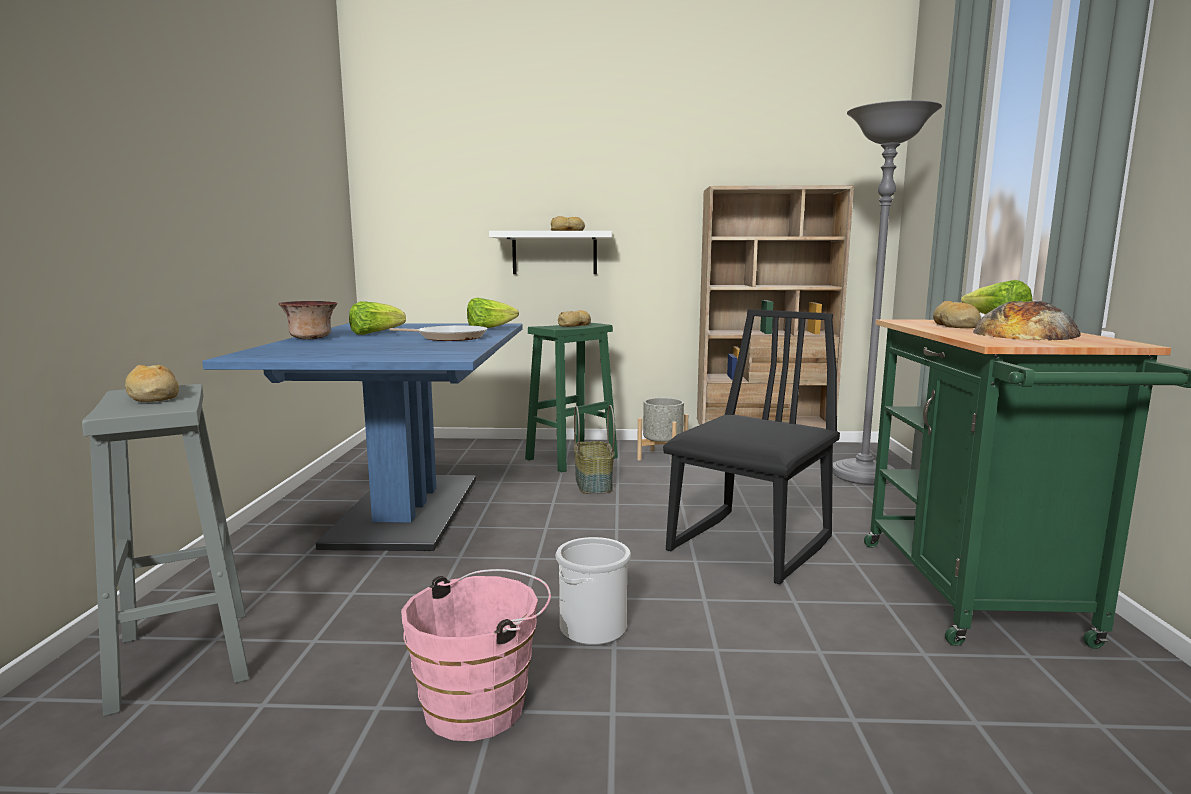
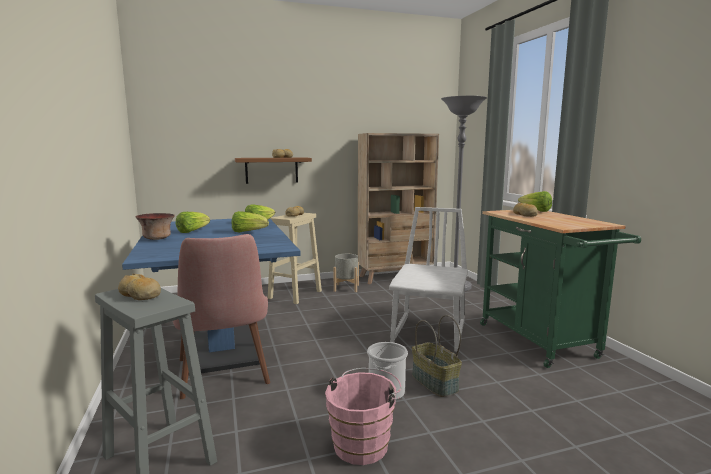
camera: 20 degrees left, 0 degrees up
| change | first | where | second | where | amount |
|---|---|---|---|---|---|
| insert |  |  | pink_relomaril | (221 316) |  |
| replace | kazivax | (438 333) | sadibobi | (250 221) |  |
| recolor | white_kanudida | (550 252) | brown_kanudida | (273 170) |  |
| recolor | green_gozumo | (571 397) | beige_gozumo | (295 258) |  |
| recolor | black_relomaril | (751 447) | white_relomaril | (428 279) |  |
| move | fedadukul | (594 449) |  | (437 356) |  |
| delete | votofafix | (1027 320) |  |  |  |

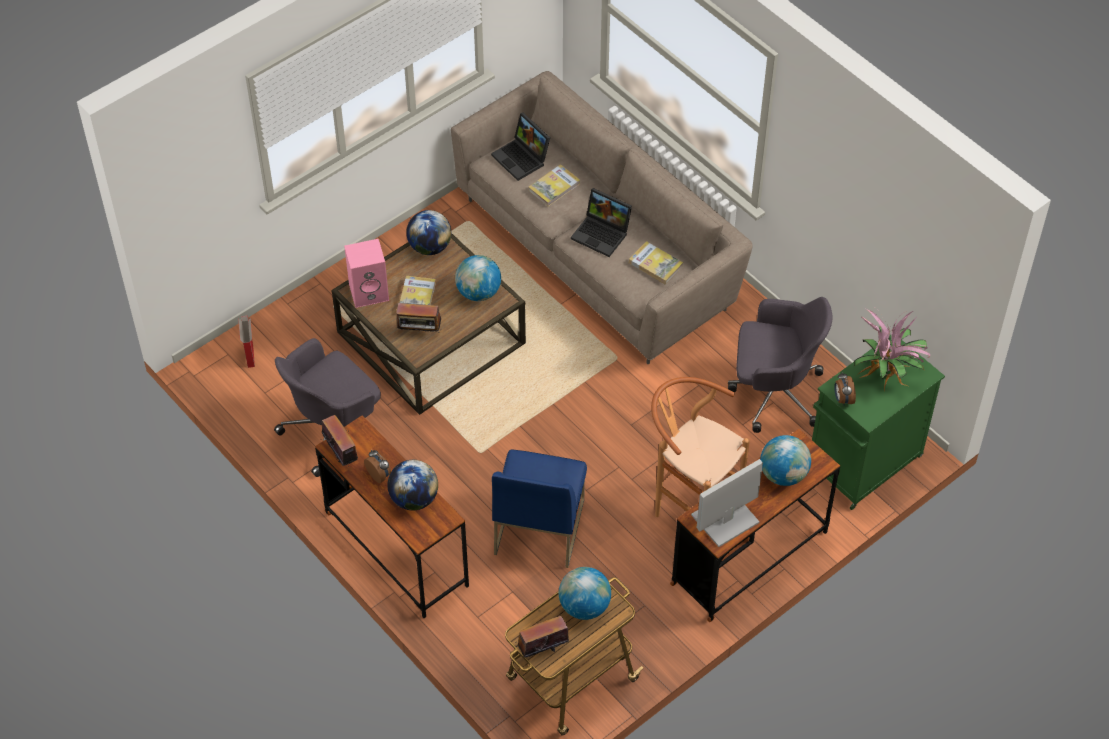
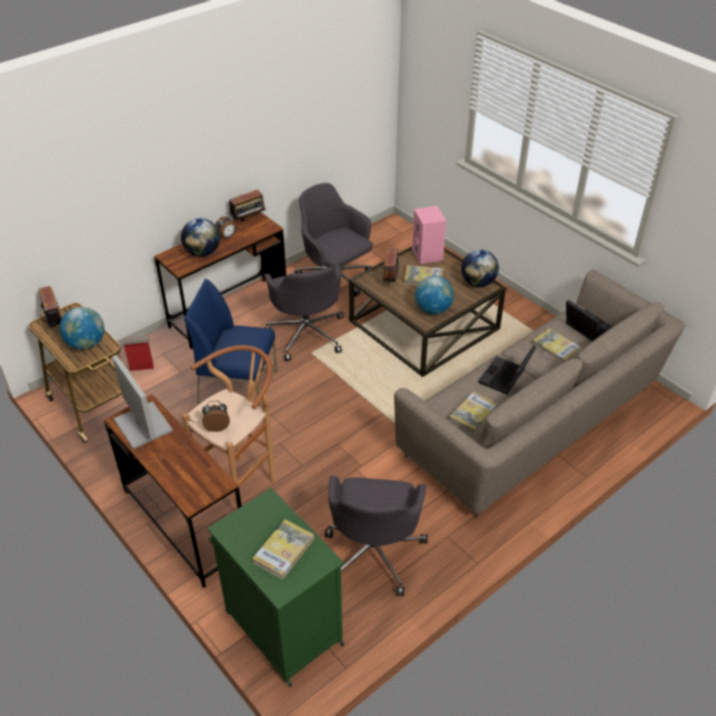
camera: 90 degrees right, 10 degrees down
| change | first | where | second | where | amount |
|---|---|---|---|---|---|
| move | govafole | (247 342) |  | (137 353) |  |
| move | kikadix | (845 388) |  | (216 416) |  |
| replace | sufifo | (892 349) | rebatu | (283 549) |  |
| insert |  |  | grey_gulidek | (304 311) |  |
| rotate | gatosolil | (520 147) |  | (589 320) | 90 degrees clockwise |
| delete | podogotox | (785 460) |  |  |  |

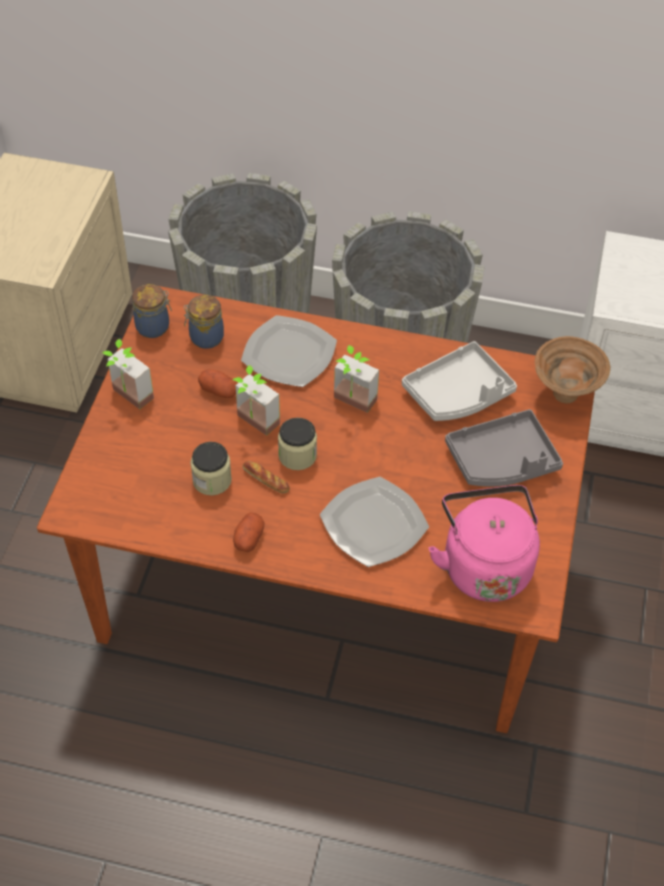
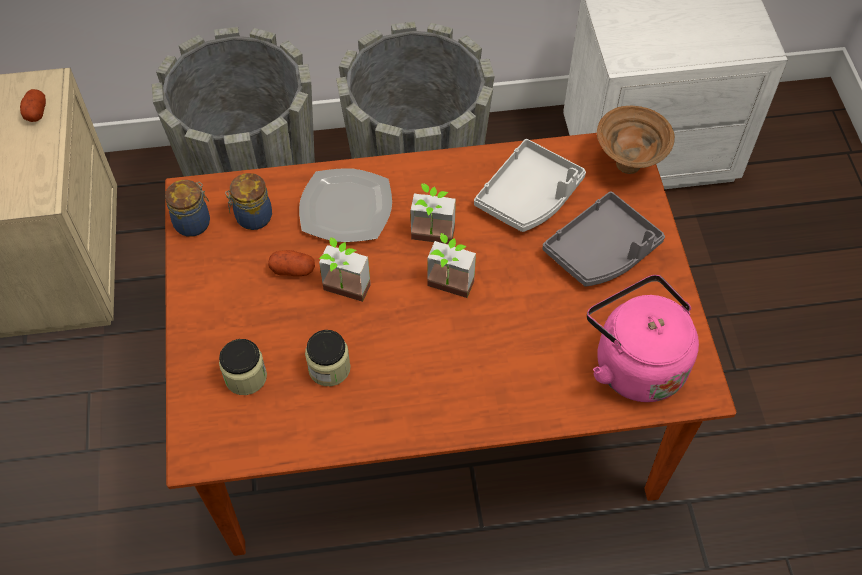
camera: 20 degrees left, 5 degrees up
| change | first | where | second | where | amount |
|---|---|---|---|---|---|
| move | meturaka | (249 532) |  | (33 105) |  |
| move | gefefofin | (297 444) |  | (243 367) |  |
| move | sufifo | (128 374) |  | (451 265) |  |
| delete | votofafix | (266 477) |  |  |  |
| delete | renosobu | (374 522) |  |  |  |

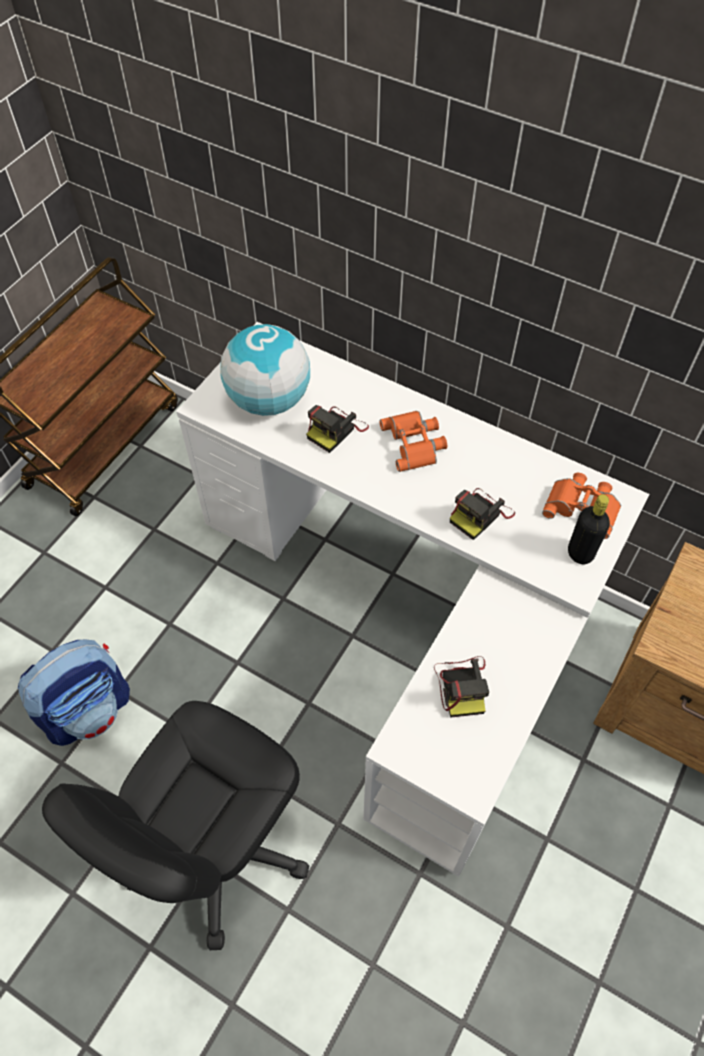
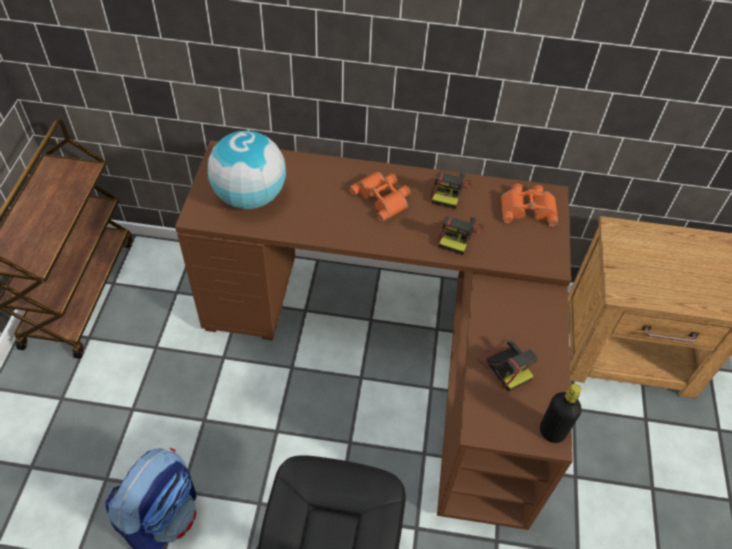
camera: 25 degrees left, 5 degrees down
| change | first | where | second | where | amount |
|---|---|---|---|---|---|
| recolor | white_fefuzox | (412 599) | brown_fefuzox | (374 335) |  |
| move | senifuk | (337 429) |  | (451 190) |  |
| move | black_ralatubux | (589 529) |  | (560 413) |  |

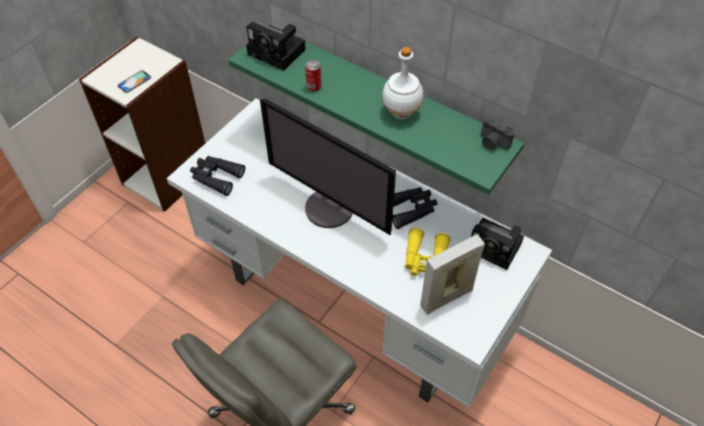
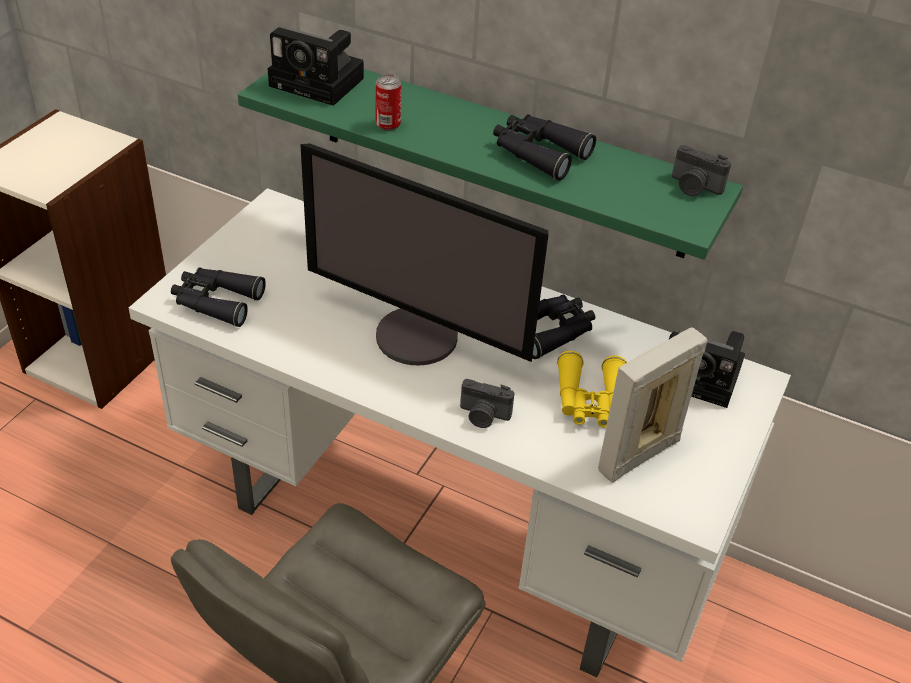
camera: 10 degrees left, 10 degrees down
| change | first | where | second | where | amount |
|---|---|---|---|---|---|
| insert |  |  | senifuk | (487 403) |  |
| replace | white_ralatubux | (402 83) | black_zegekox | (544 147) |  |
| delete | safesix | (134 81) |  |  |  |

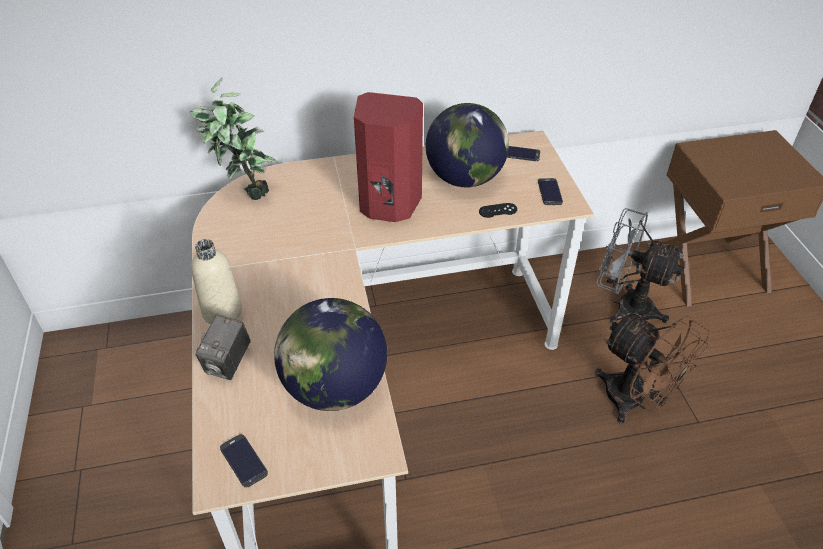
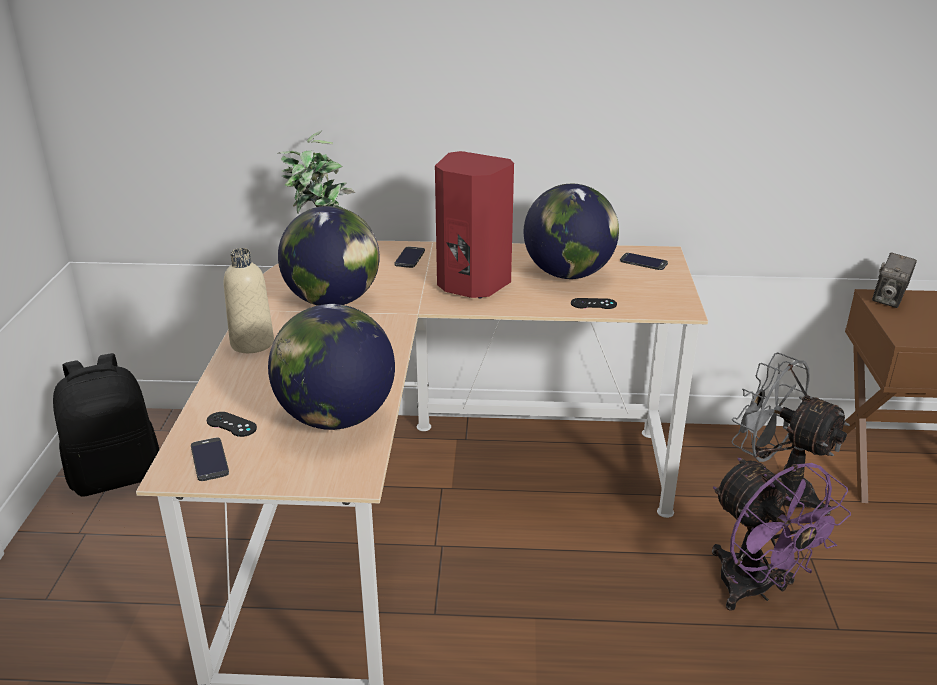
camera: 15 degrees right, 15 degrees down
| change | first | where | second | where | amount |
|---|---|---|---|---|---|
| insert |  |  | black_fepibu | (106 425) |  |
| insert |  |  | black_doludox | (232 424) |  |
| insert |  |  | podogotox | (329 256) |  |
| move | safesix | (550 191) |  | (409 257) |  |
| recolor | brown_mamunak | (653 369) | purple_mamunak | (781 534) |  |
| move | senifuk | (223 347) |  | (894 280) |  |

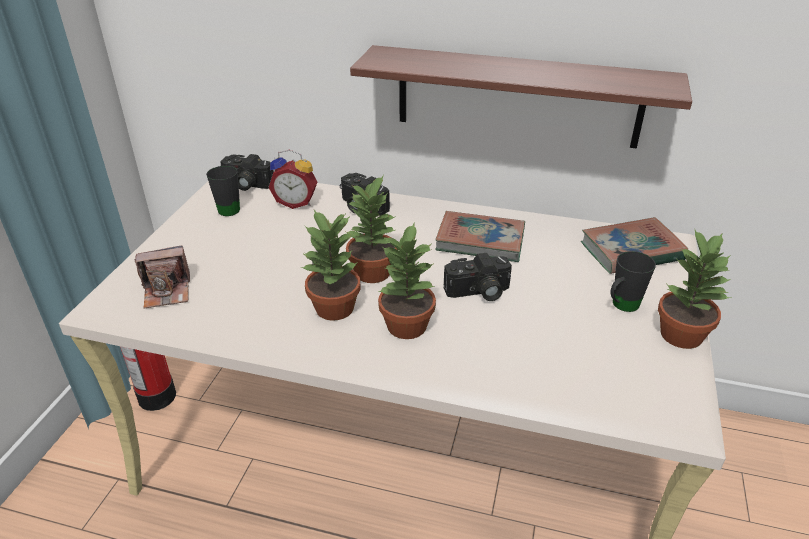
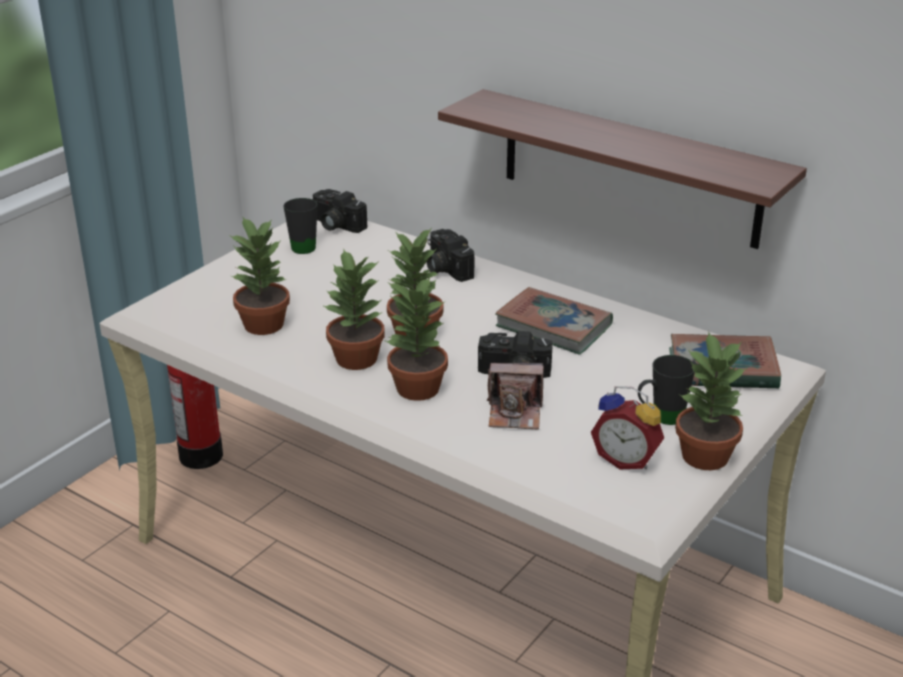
camera: 20 degrees right, 5 degrees down
| change | first | where | second | where | amount |
|---|---|---|---|---|---|
| insert |  |  | sufifo | (259 276) |  |
| move | senifuk | (162 277) |  | (515 396) |  |
| move | kikadix | (293 179) |  | (627 427) |  |

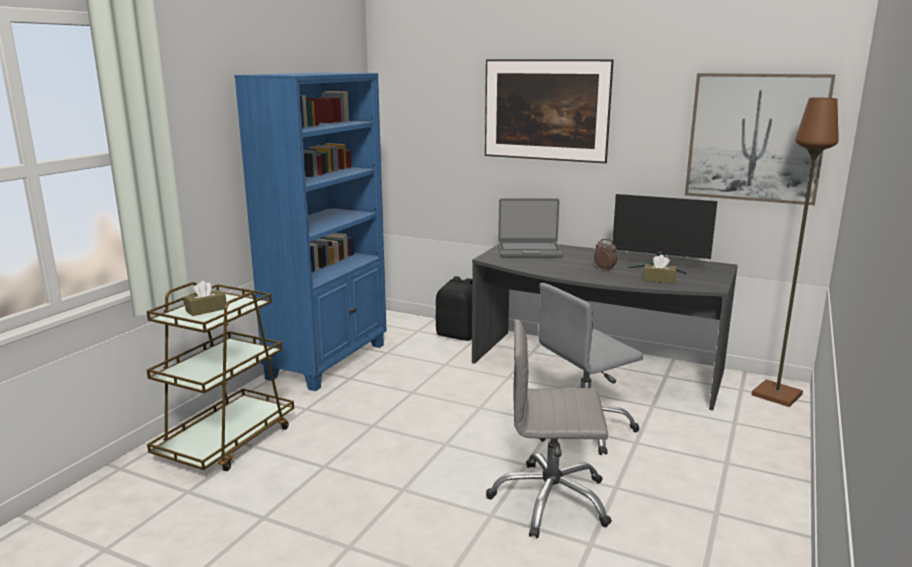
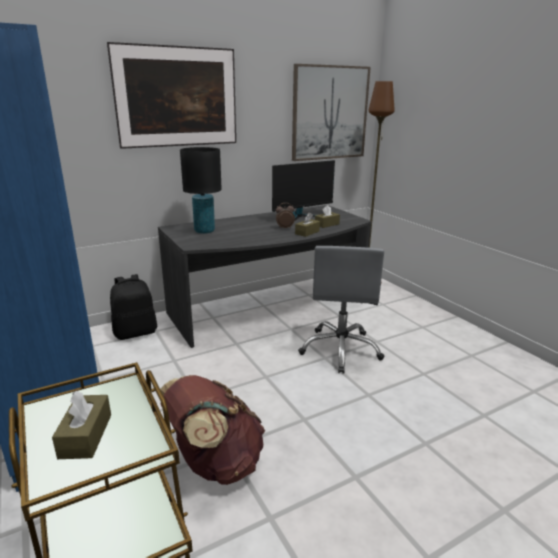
camera: 55 degrees left, 5 degrees up
| change | first | where | second | where | amount |
|---|---|---|---|---|---|
| insert |  |  | brown_fepibu | (212 430) |  |
| replace | gatosolil | (530 228) | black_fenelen | (201 190) |  |
| insert |  |  | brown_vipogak | (307 225) |  |
| delete | grey_gulidek | (549 428) |  |  |  |

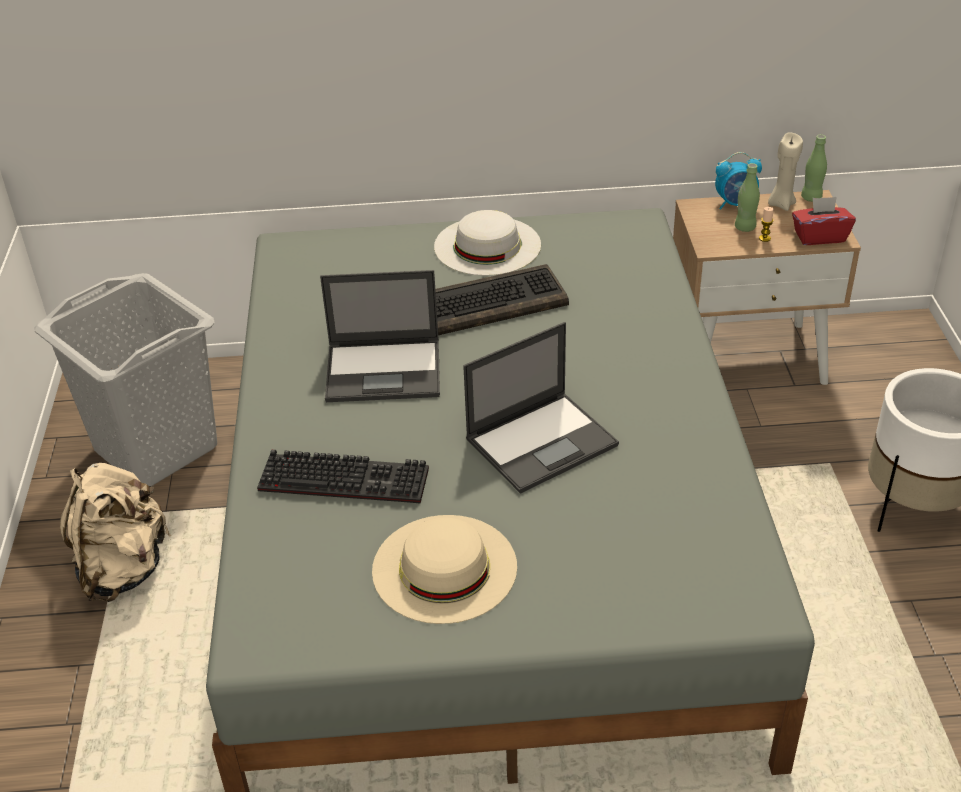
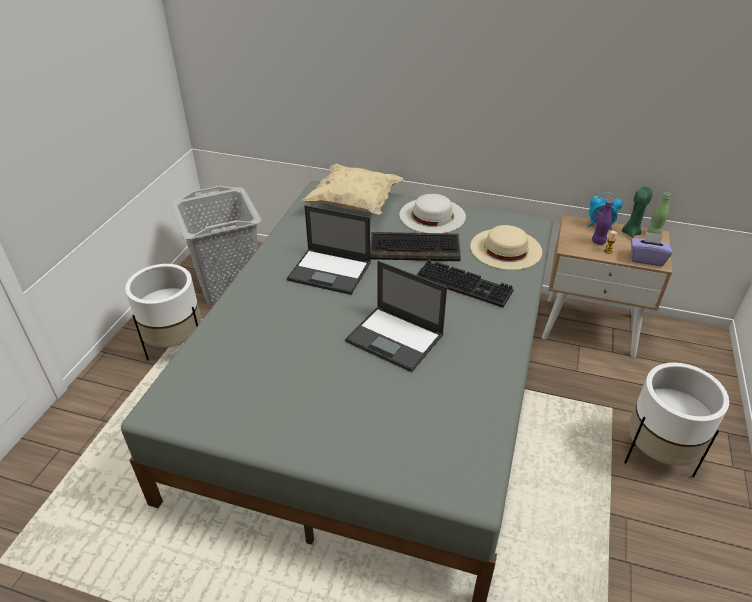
camera: 20 degrees right, 0 degrees up
| change | first | where | second | where | amount |
|---|---|---|---|---|---|
| replace | beige_fepibu | (116 532) | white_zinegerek | (163 312) |  |
| insert |  |  | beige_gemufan | (353 189) |  |
| rotate | gatosolil | (541 408) |  | (396 316) | 45 degrees clockwise |
| move | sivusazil | (343 476) |  | (465 283) |  |
| move | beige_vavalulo | (444 569) |  | (506 247) |  |
| recolor | green_ralatubux | (747 197) | purple_ralatubux | (602 222) |  |
| recolor | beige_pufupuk | (785 171) | green_pufupuk | (637 212) |  |
| recolor | red_vipogak | (824 221) | purple_vipogak | (652 249) |  |

